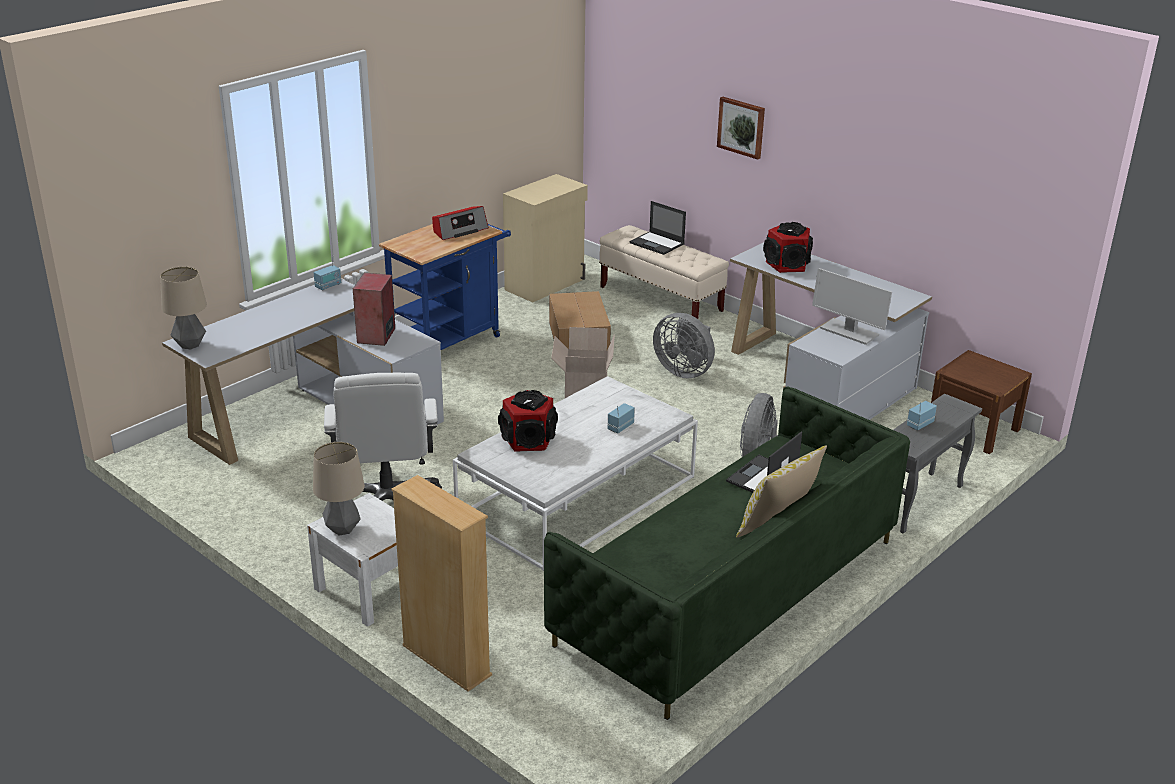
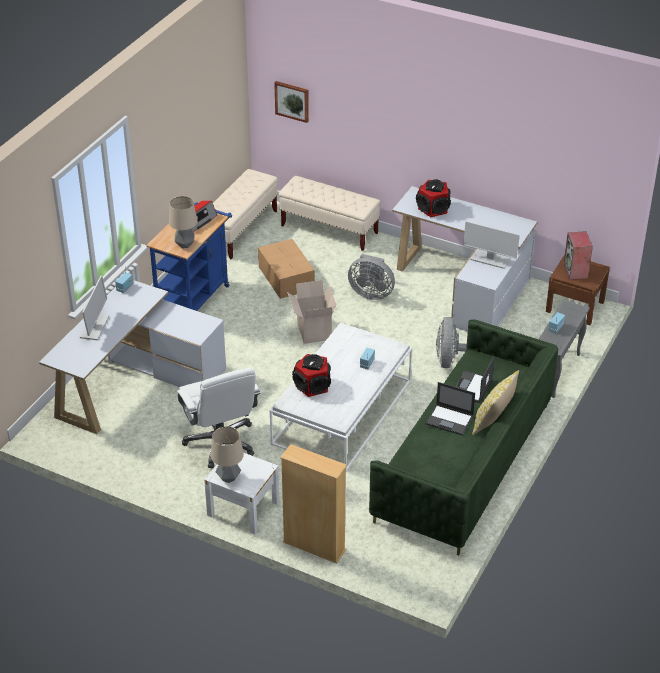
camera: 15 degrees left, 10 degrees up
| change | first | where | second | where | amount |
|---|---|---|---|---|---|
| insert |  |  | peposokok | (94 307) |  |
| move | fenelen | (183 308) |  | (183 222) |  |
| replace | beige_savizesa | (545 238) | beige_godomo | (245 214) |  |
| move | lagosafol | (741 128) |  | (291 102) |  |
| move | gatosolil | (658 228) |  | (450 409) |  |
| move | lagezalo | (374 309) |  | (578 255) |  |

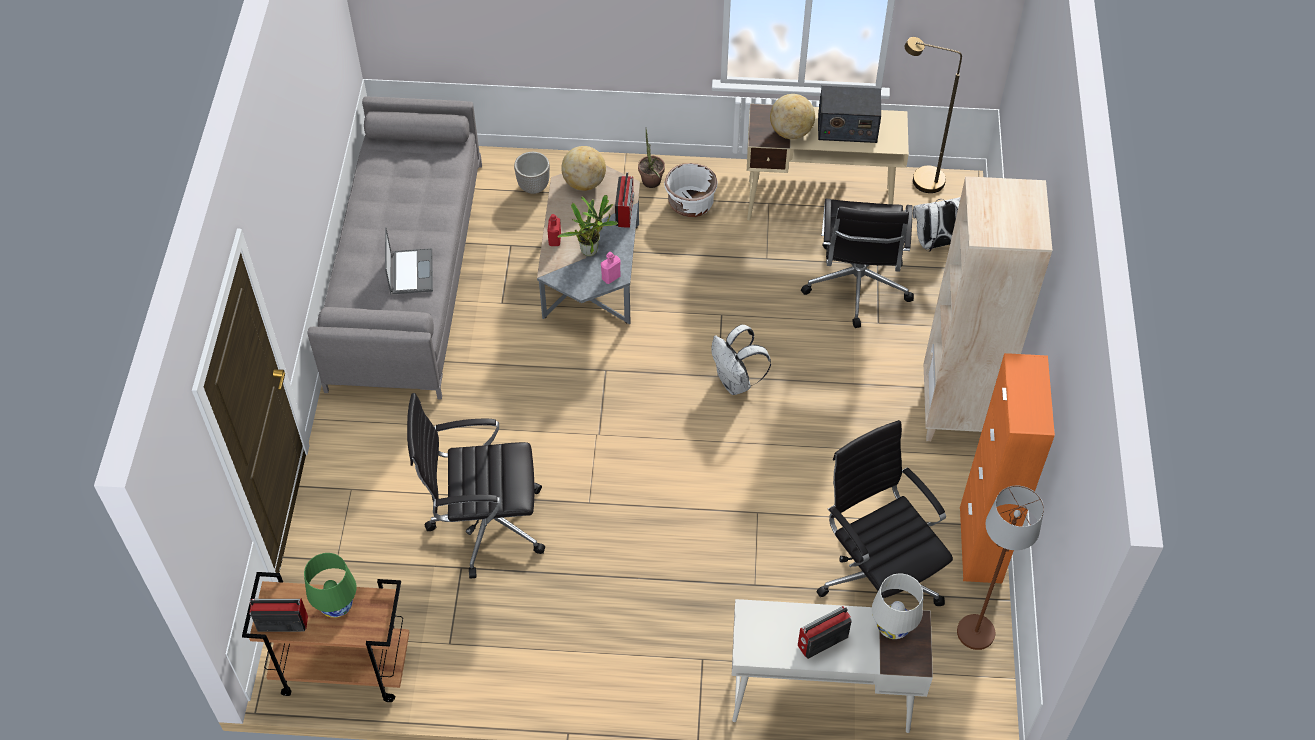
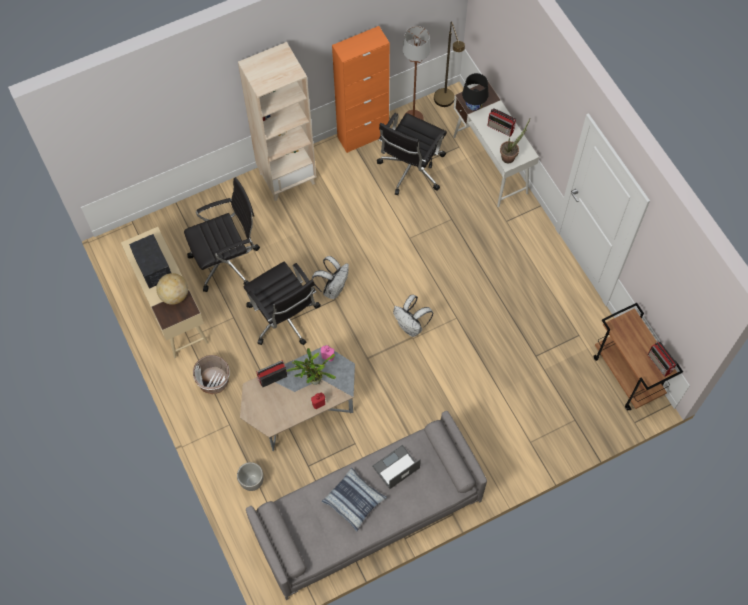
camera: 120 degrees left, 10 degrees up
| change | first | where | second | where | amount |
|---|---|---|---|---|---|
| move | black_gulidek | (476 485) |  | (282 303) |  |
| insert |  |  | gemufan | (354 500) |  |
| move | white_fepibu | (937 224) |  | (413 316) |  |
| move | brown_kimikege | (933 115) |  | (449 64) |  |
| recolor | white_fenelen | (897 606) | black_fenelen | (475 92) |  |
| move | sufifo | (651 159) |  | (515 141) |  |
| delete | green_fenelen | (330 585) |  |  |  |
| delete | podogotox | (583 168) |  |  |  |

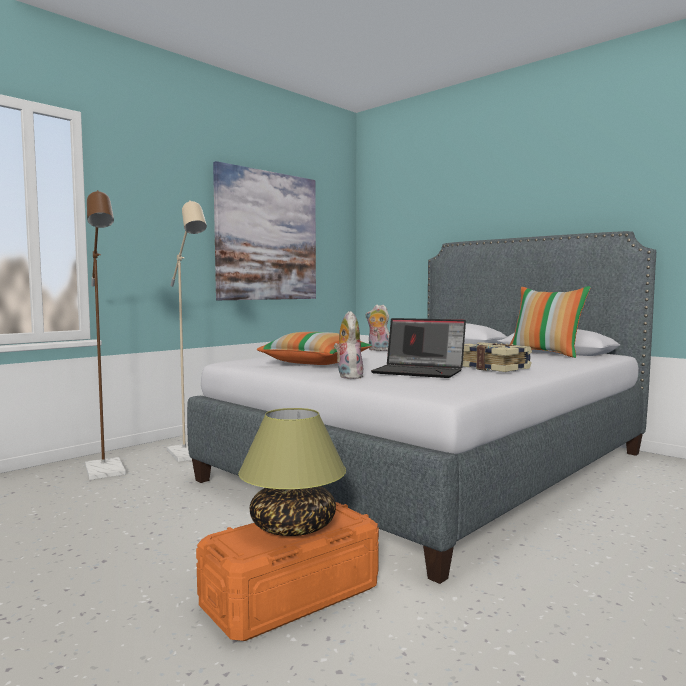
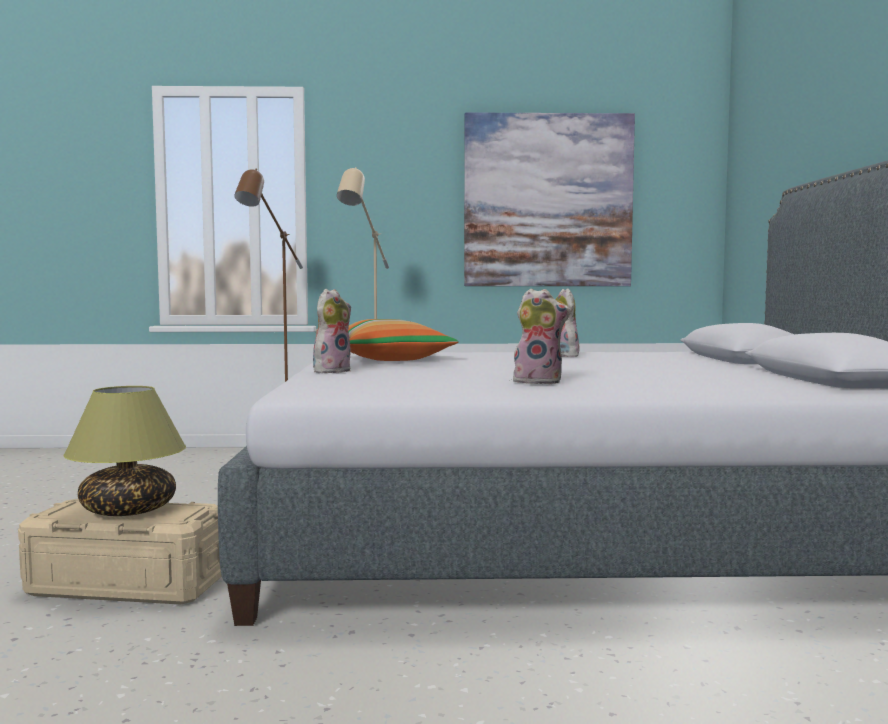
camera: 45 degrees right, 0 degrees up
| change | first | where | second | where | amount |
|---|---|---|---|---|---|
| recolor | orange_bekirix | (287 571) | beige_bekirix | (120 552) |  |
| replace | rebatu | (497 357) | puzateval | (541 336) |  |
| delete | gatosolil | (418 348) |  |  |  |
| delete | gemufan | (550 322) |  |  |  |

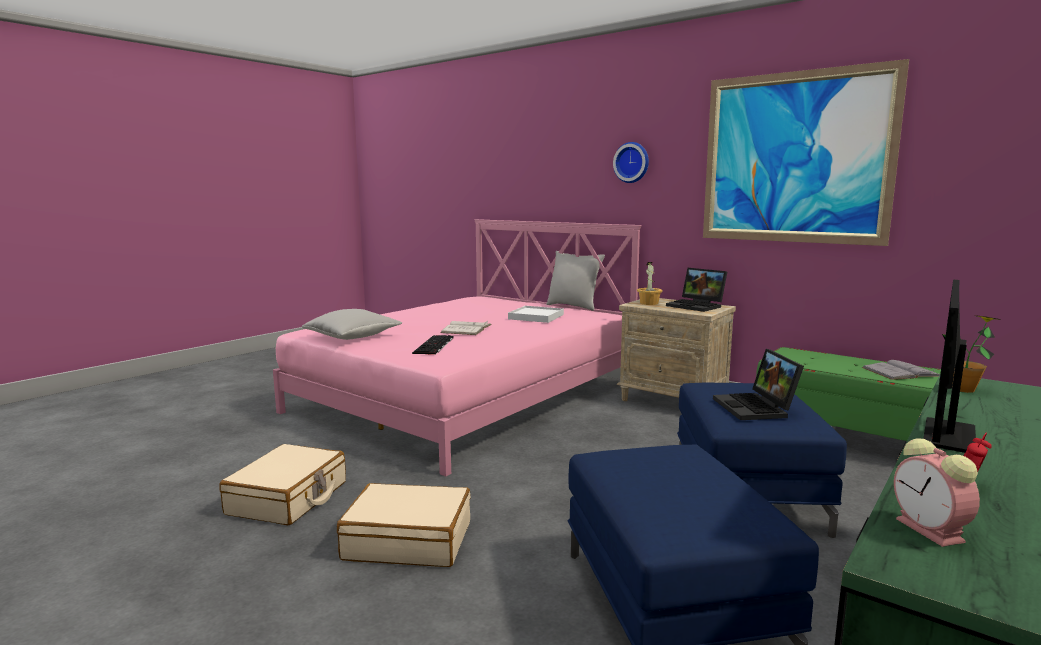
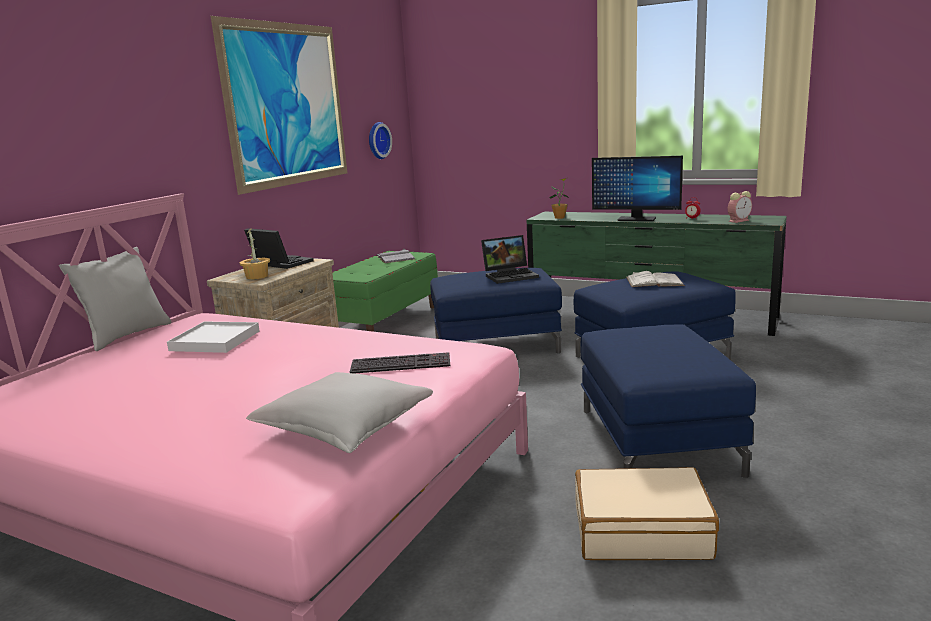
camera: 100 degrees left, 5 degrees up
| change | first | where | second | where | amount |
|---|---|---|---|---|---|
| rotate | gatosolil | (696 290) |  | (279 248) | 90 degrees counterclockwise |
| move | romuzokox | (631 162) |  | (380 140) |  |
| replace | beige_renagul | (404 525) | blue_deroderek | (668 401) |  |
| move | white_rebatu | (466 327) |  | (655 279) |  |

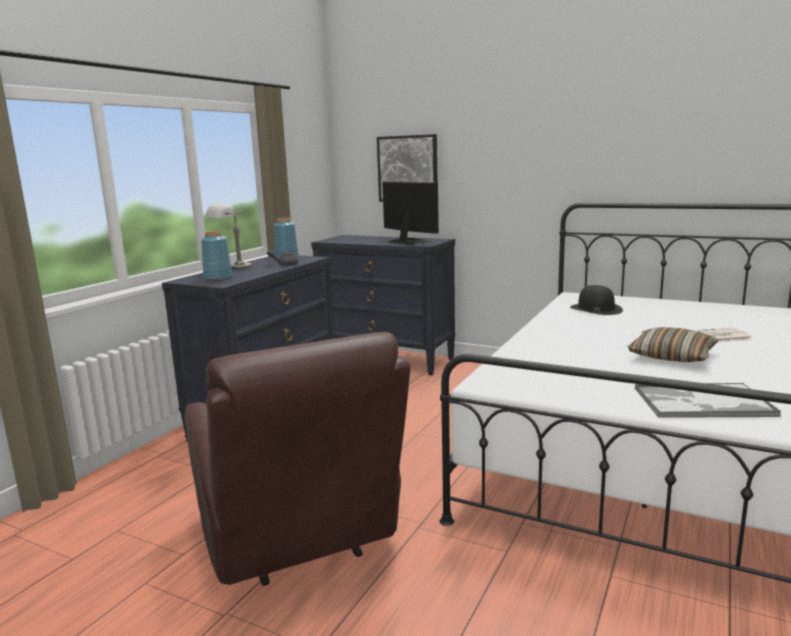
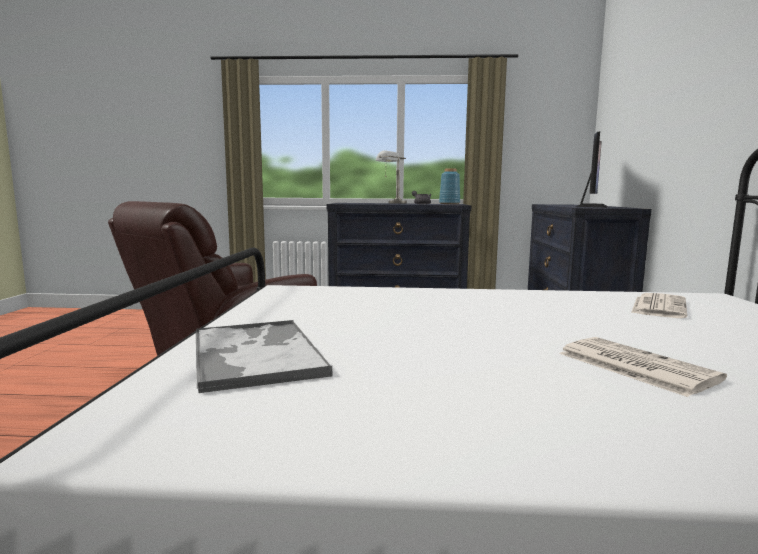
camera: 65 degrees right, 5 degrees down
| change | first | where | second | where | amount |
|---|---|---|---|---|---|
| replace | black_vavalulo | (596 300) | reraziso | (659 305) |  |
| delete | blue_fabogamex | (217 256) |  |  |  |
| delete | lagosafol | (407 168) |  |  |  |
| delete | gemufan | (673 344) |  |  |  |

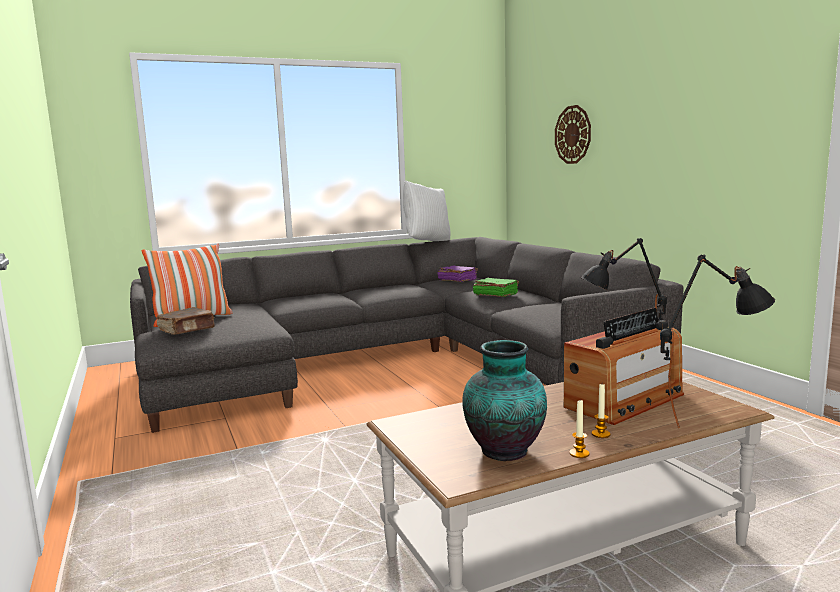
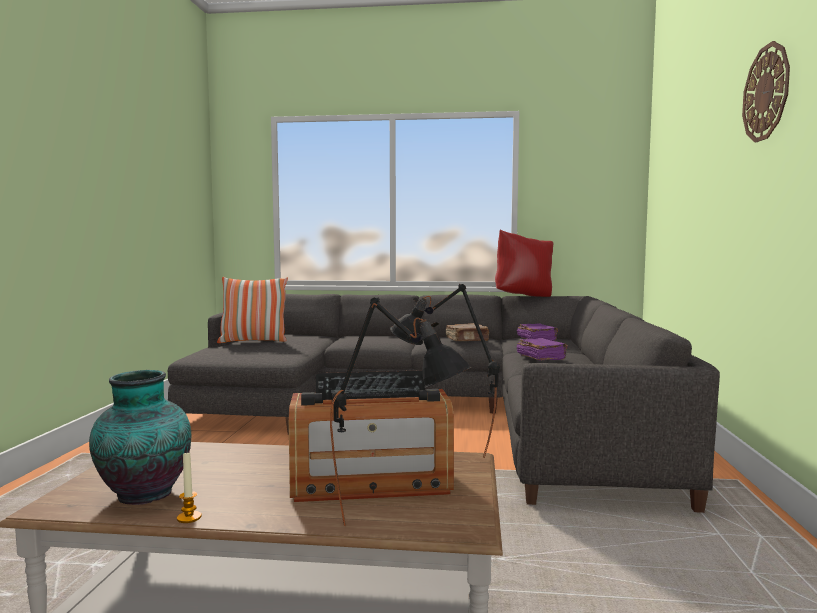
camera: 30 degrees right, 5 degrees down
| change | first | where | second | where | amount |
|---|---|---|---|---|---|
| move | brown_rebatu | (185 321) |  | (467 332) |  |
| recolor | white_gemufan | (426 210) | red_gemufan | (524 263) |  |
| recolor | green_rebatu | (496 287) | purple_rebatu | (542 349) |  |
| move | romuzokox | (573 134) |  | (766 92) |  |
| delete | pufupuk | (601 411) |  |  |  |

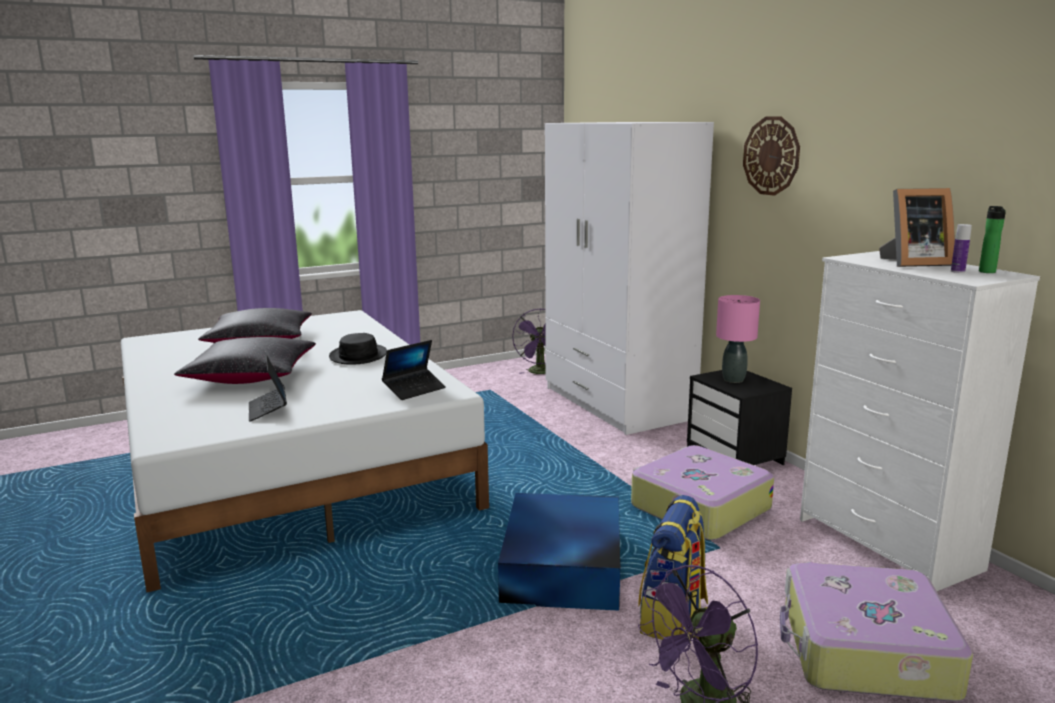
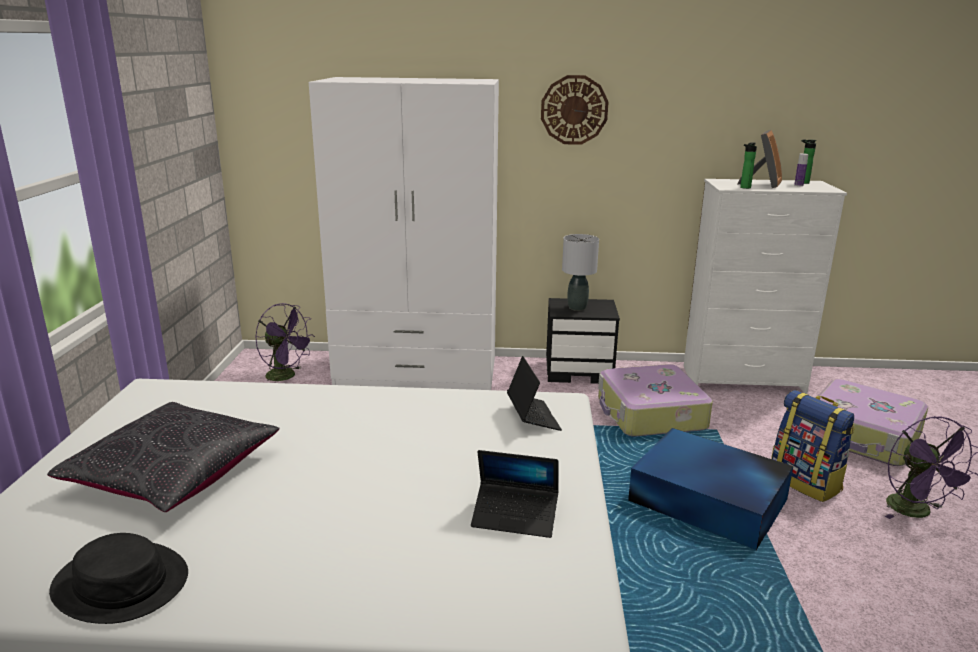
camera: 60 degrees left, 5 degrees up
| change | first | where | second | where | amount |
|---|---|---|---|---|---|
| move | black_vavalulo | (358 349) |  | (118 578) |  |
| recolor | pink_fenelen | (738 339) | grey_fenelen | (580 272) |  |
| insert |  |  | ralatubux | (748 165) |  |
| delete | black_gemufan | (245 360) |  |  |  |

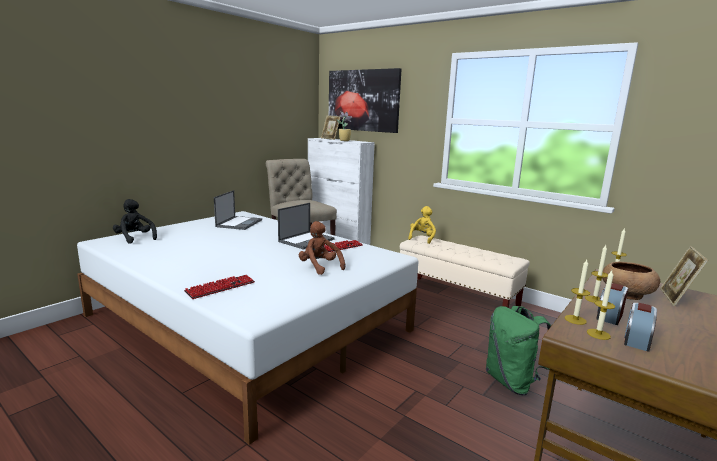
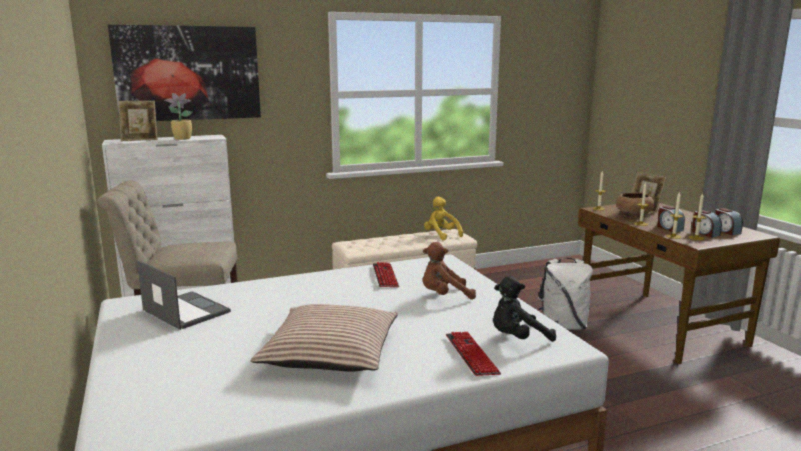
camera: 60 degrees left, 0 degrees up
| change | first | where | second | where | amount |
|---|---|---|---|---|---|
| insert |  |  | gemufan | (324 338) |  |
| move | yellow_puzateval | (422 225) |  | (443 218) |  |
| move | black_puzateval | (135 221) |  | (524 309) |  |
| recolor | green_fepibu | (518 350) | white_fepibu | (565 294) |  |
| insert |  |  | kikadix | (729 221) |  |
| delete | gatosolil | (306 226) |  |  |  |

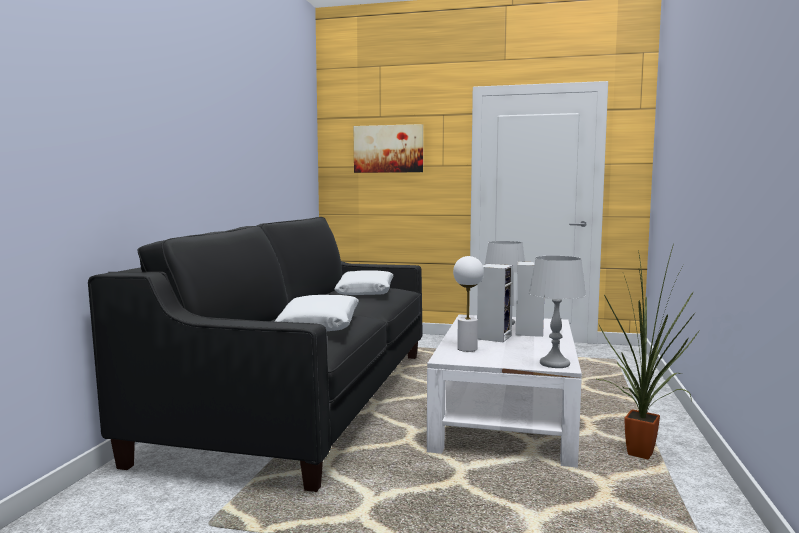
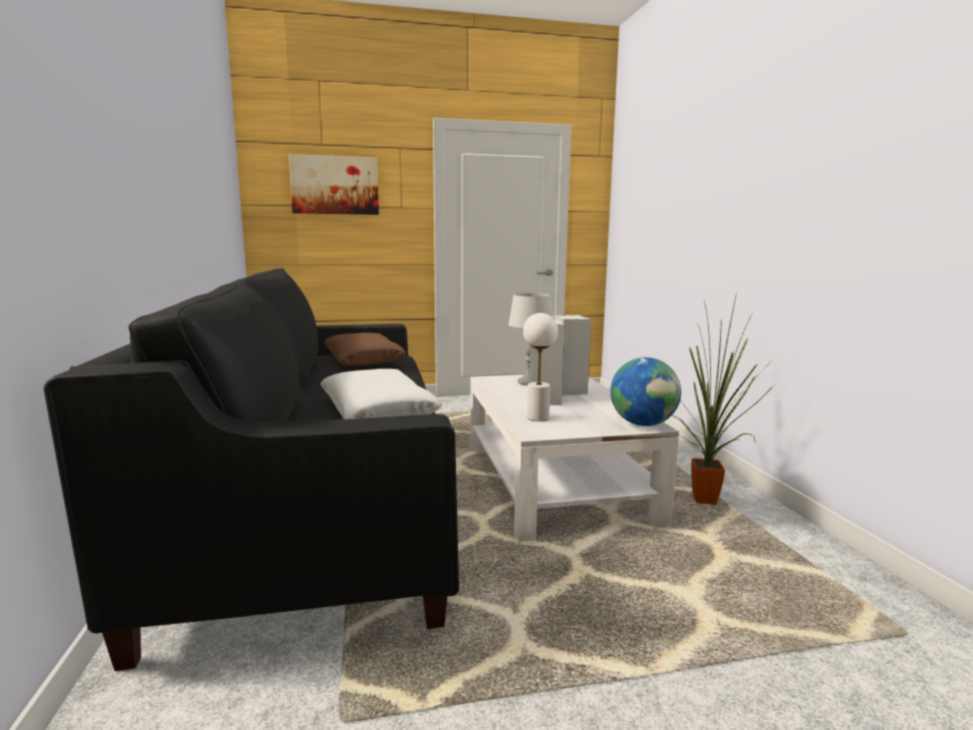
camera: 25 degrees left, 5 degrees up
| change | first | where | second | where | amount |
|---|---|---|---|---|---|
| recolor | white_gemufan | (364 283) | brown_gemufan | (365 349) |  |
| replace | grey_fenelen | (557 312) | podogotox | (645 391) |  |

